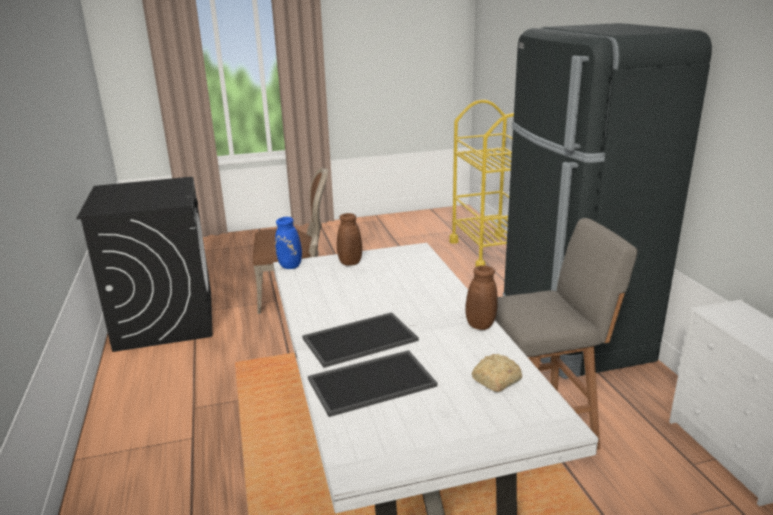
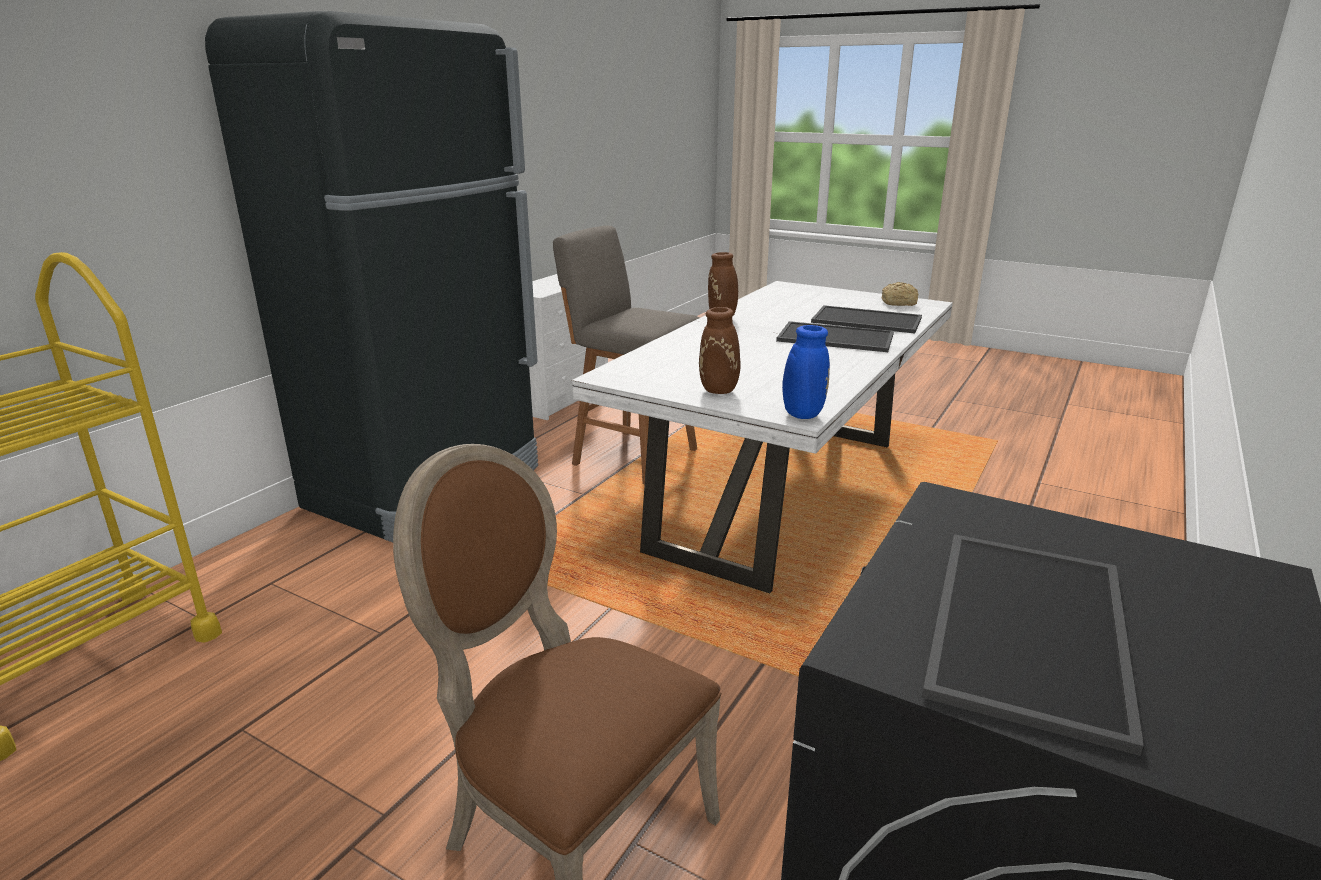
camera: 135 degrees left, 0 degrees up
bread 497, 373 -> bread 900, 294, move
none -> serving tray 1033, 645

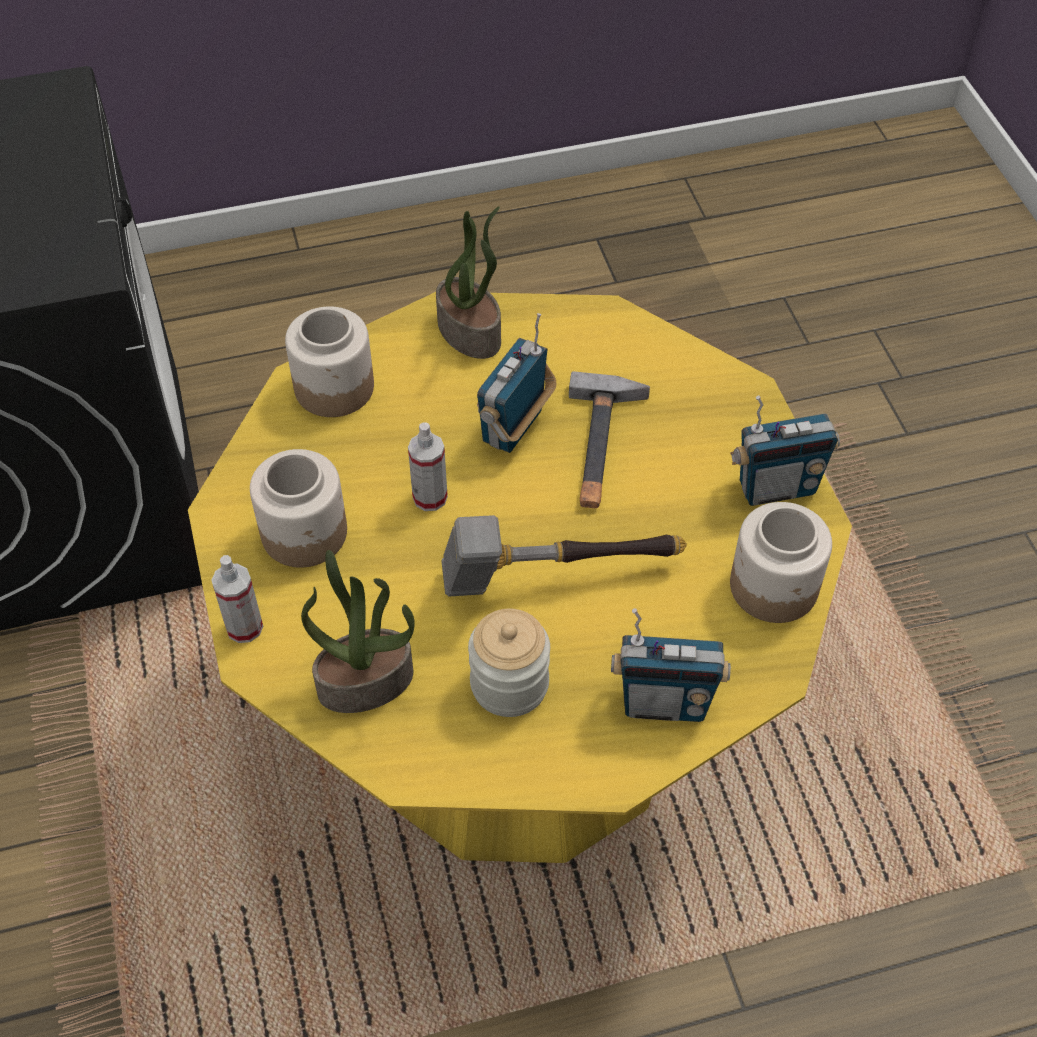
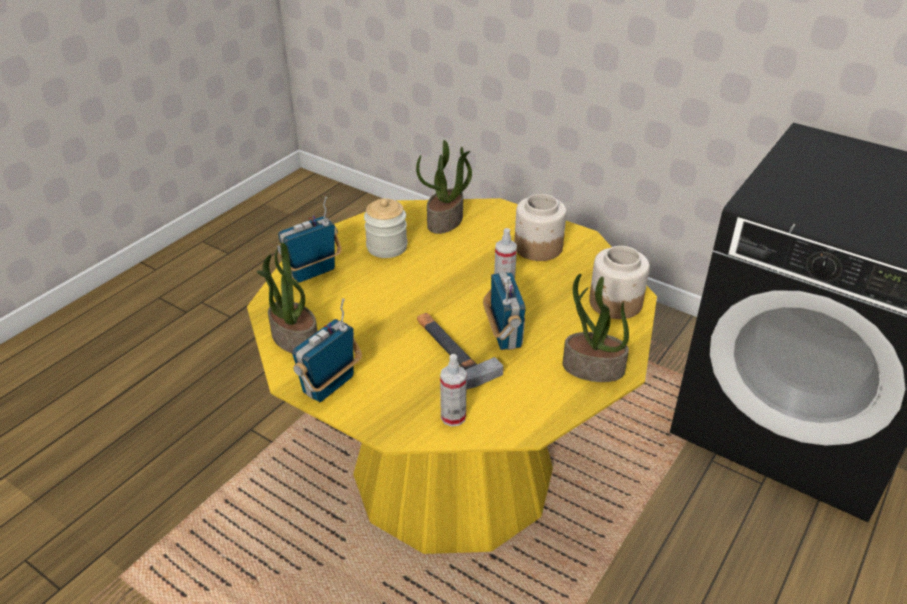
camera: 140 degrees right, 15 degrees down
hand sprayer 237, 599 -> hand sprayer 453, 390, move
hammer 564, 556 -> none
jar 781, 562 -> potted plant 287, 298

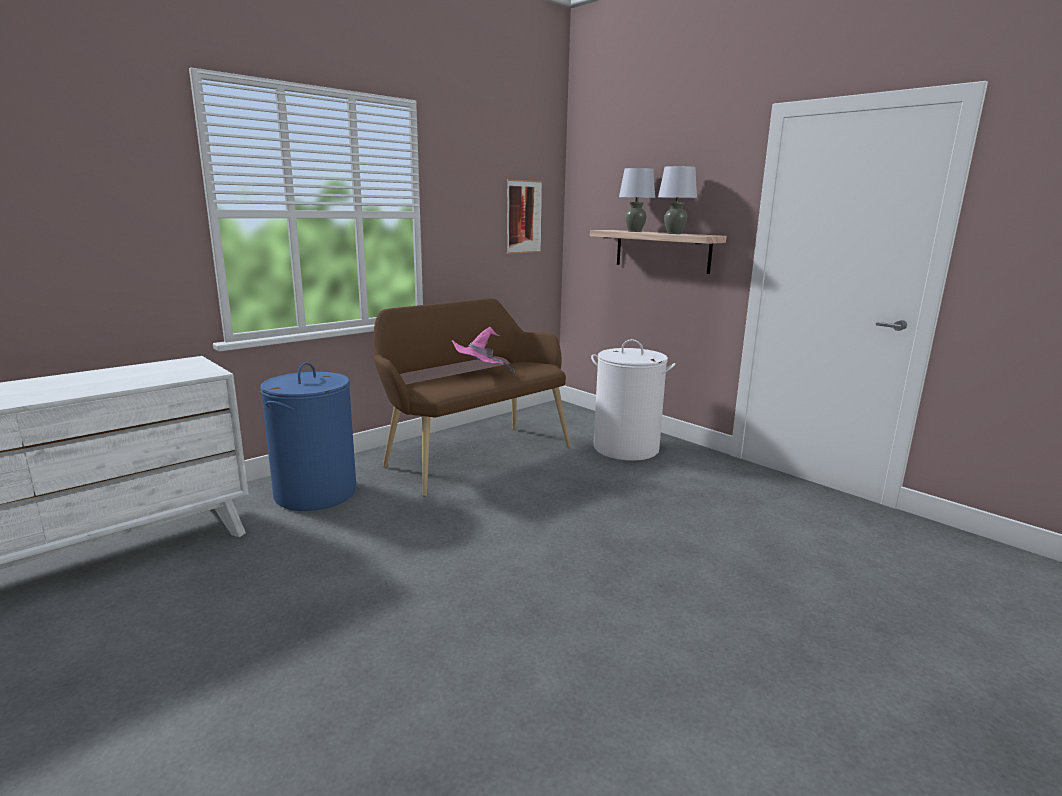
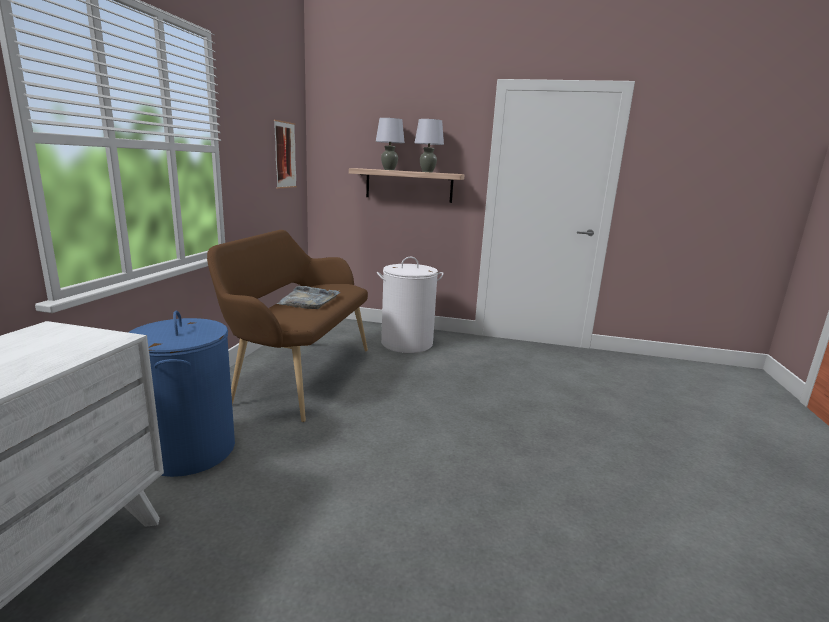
camera: 35 degrees left, 0 degrees up
wearable hat in pinkish 483, 350 -> serving tray in greyish 308, 297

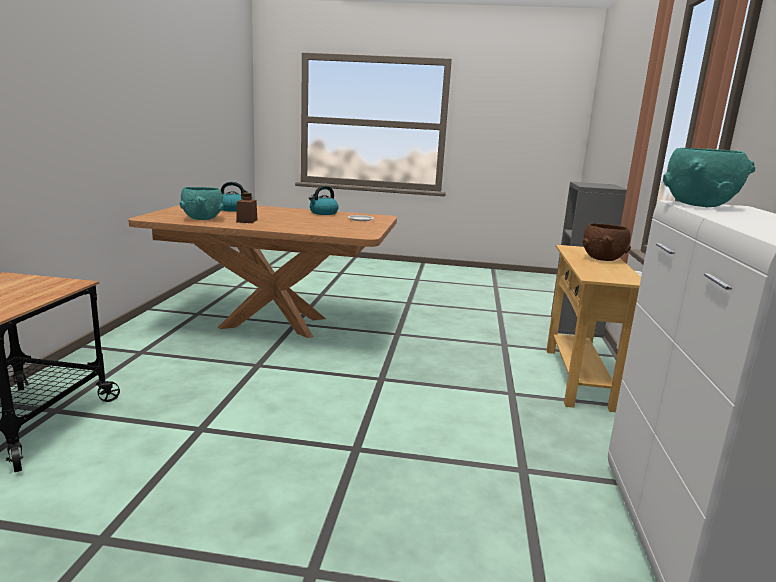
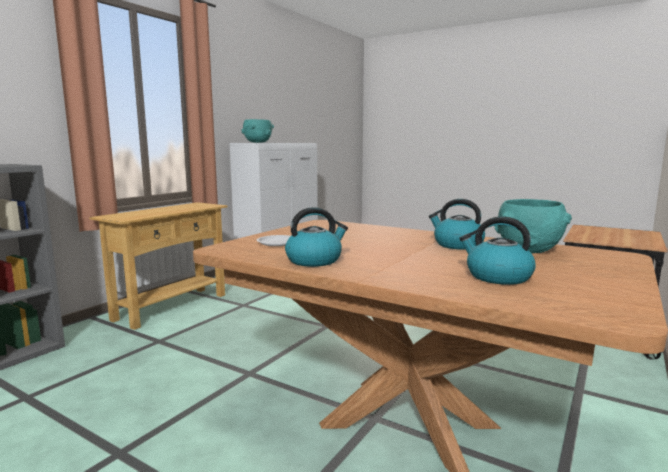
camera: 155 degrees left, 5 degrees down
jar in brown 246, 208 -> kettle 457, 224
deep dish in brown 606, 242 -> none

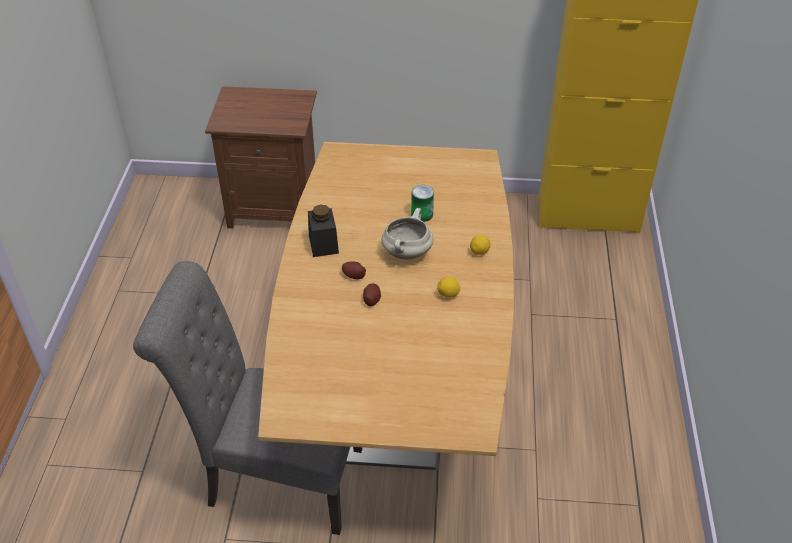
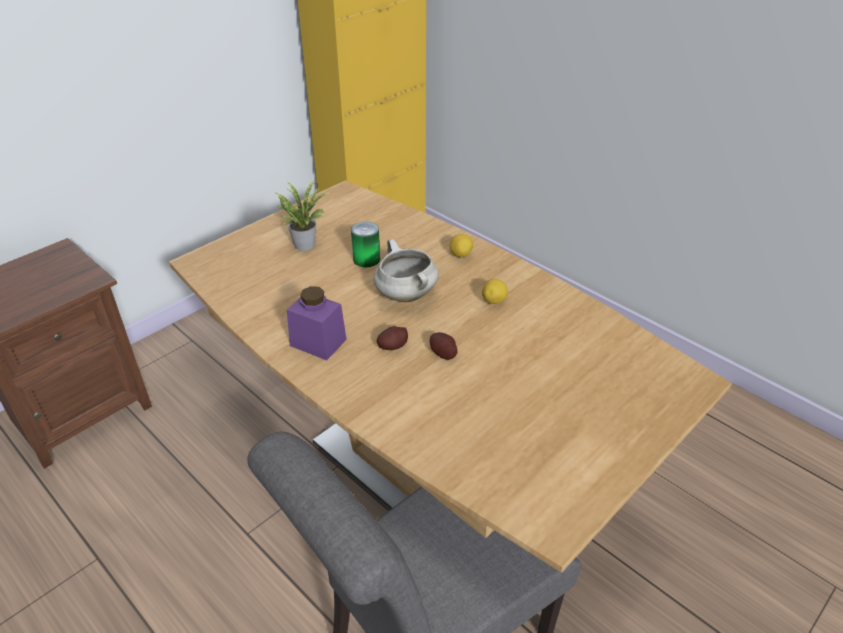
camera: 50 degrees left, 5 degrees down
jar in blackish 323, 230 -> jar in purple-coloured 317, 323
none -> potted plant 302, 215

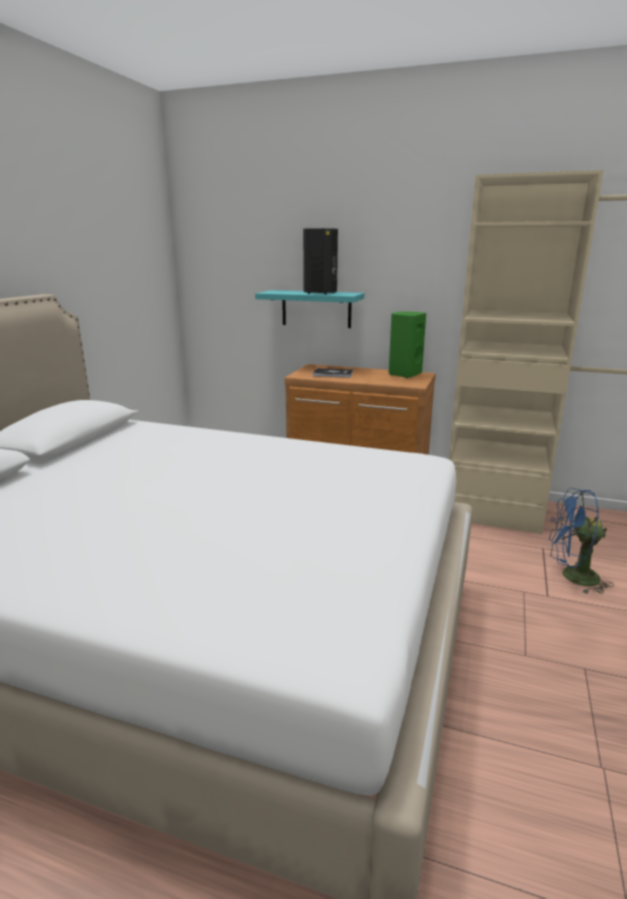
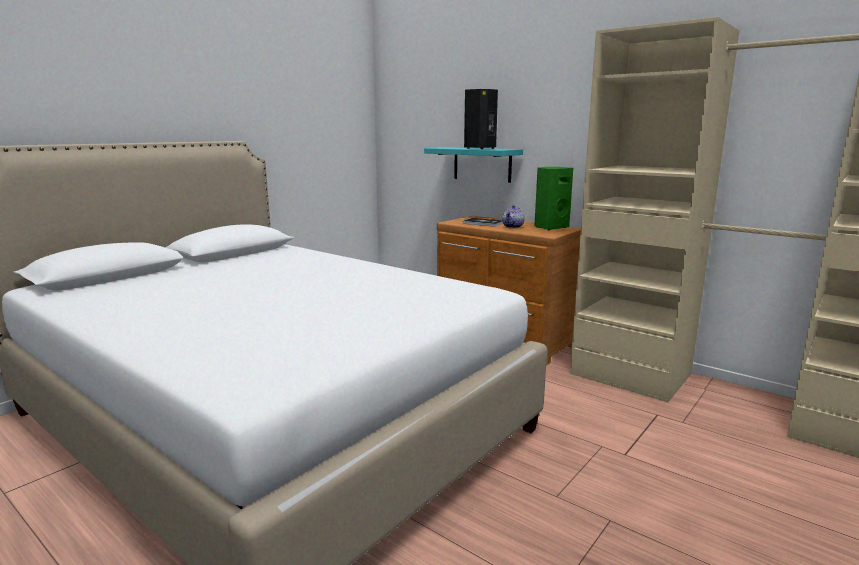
camera: 20 degrees right, 5 degrees down
fan in blue-coloured 581, 541 -> none
none -> pot for tea 513, 216

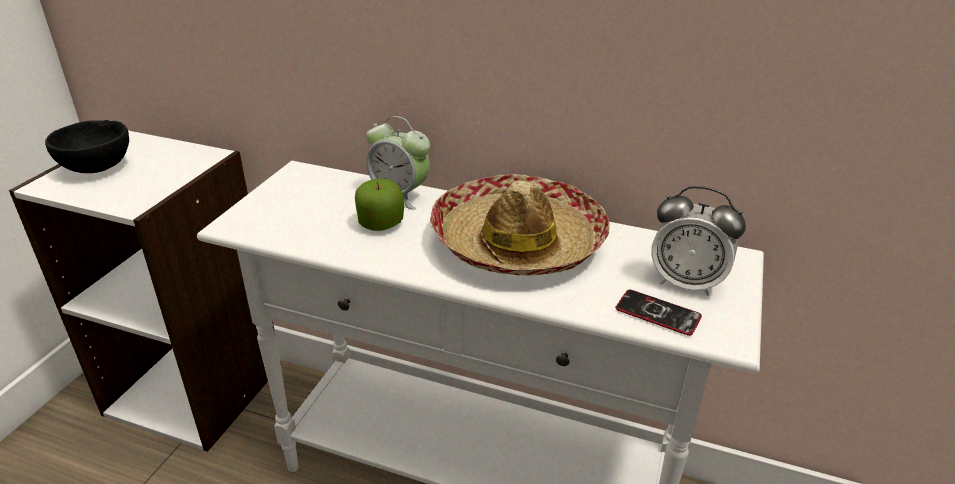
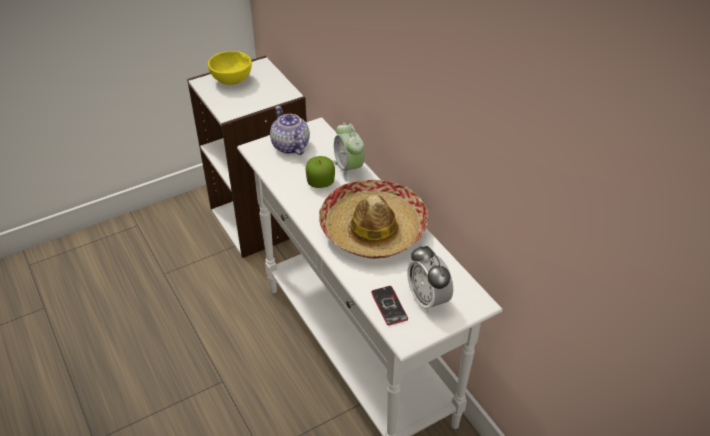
camera: 40 degrees right, 10 degrees up
deep dish in blackish 87, 146 -> deep dish in yellow-coloured 230, 68
none -> pot for tea 290, 130

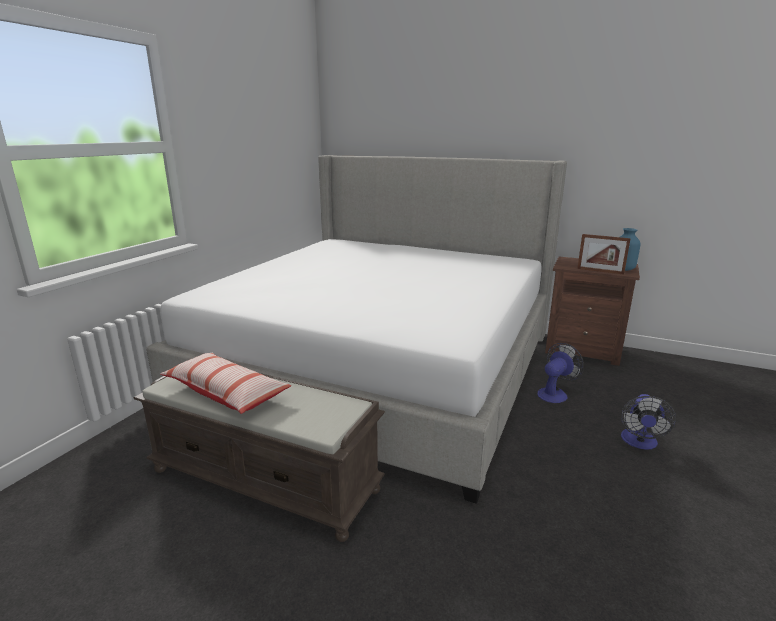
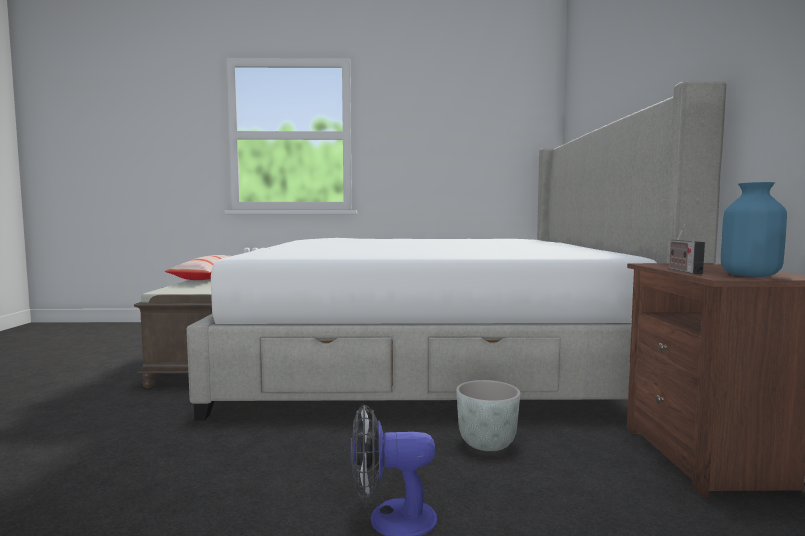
camera: 65 degrees right, 15 degrees down
fan 560, 373 -> flower pot in greyish 488, 415
standing frame 604, 254 -> radio receiver 687, 249

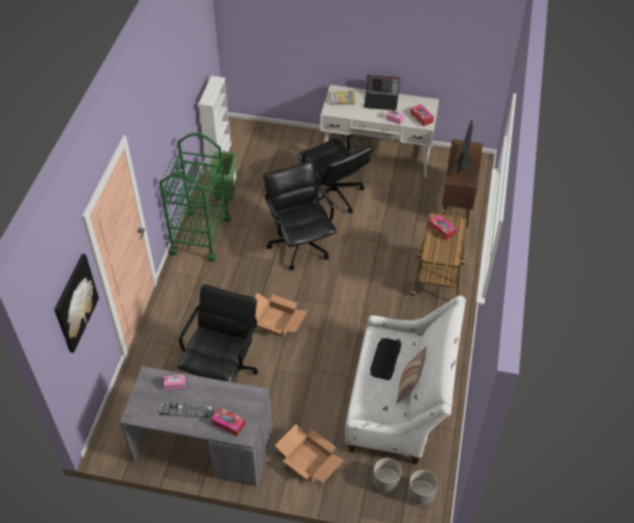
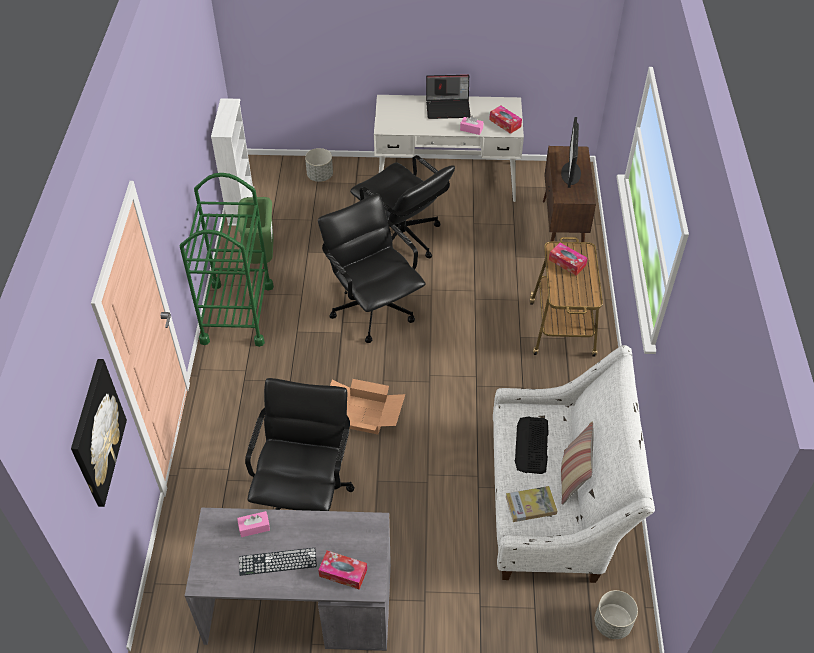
camera: 10 degrees left, 0 degrees up
carton 309, 453 -> none
book 342, 98 -> book 531, 504, move
flower pot in greyish 387, 475 -> flower pot in greyish 319, 165, move

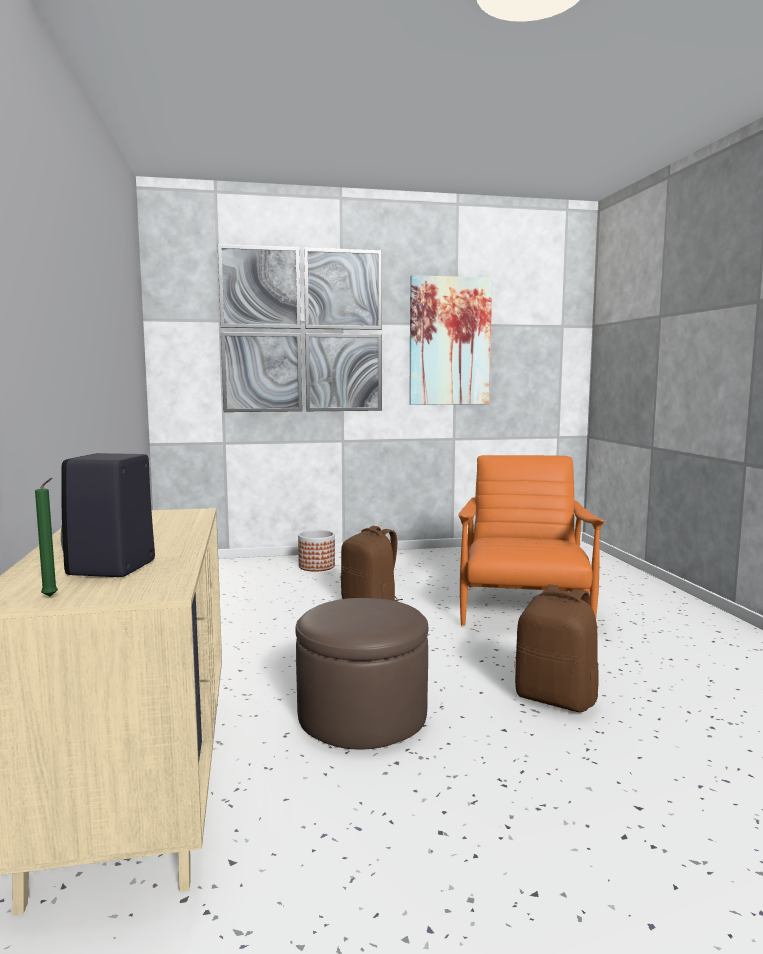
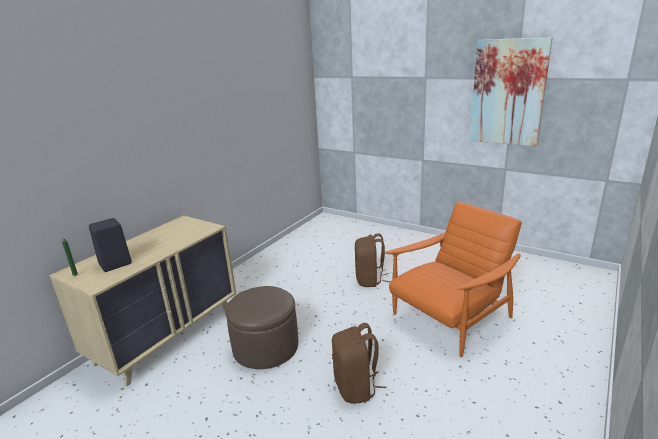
camera: 45 degrees right, 15 degrees up
picture 300, 328 -> none
flower pot 316, 551 -> none

